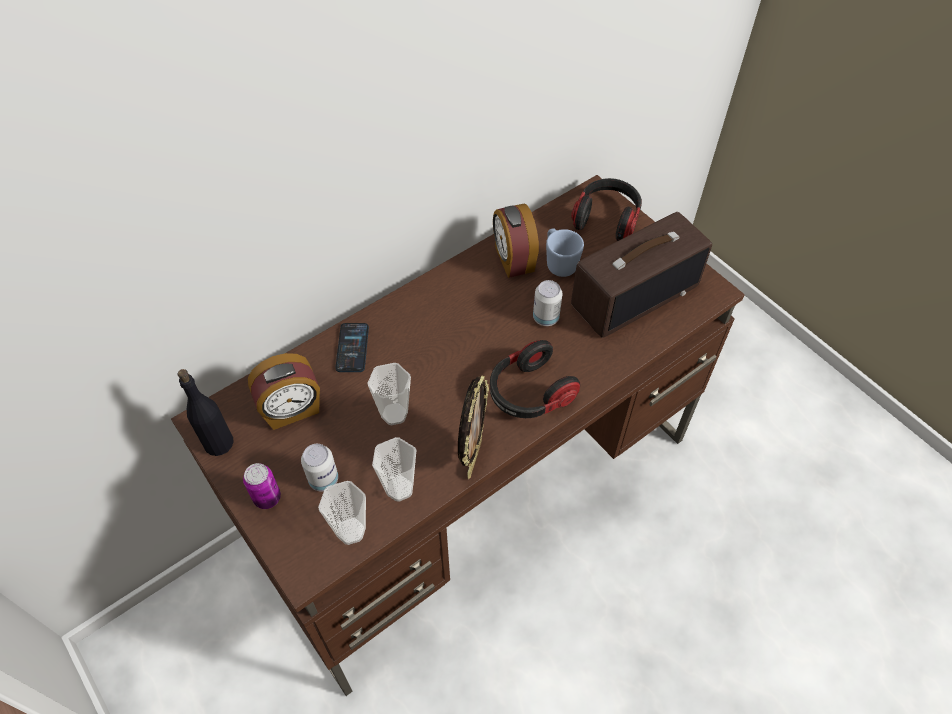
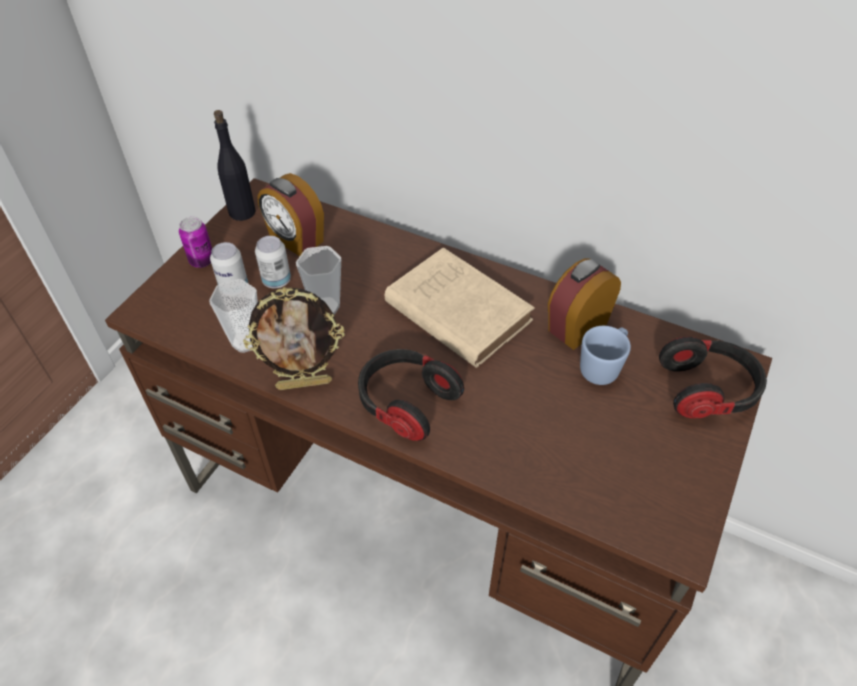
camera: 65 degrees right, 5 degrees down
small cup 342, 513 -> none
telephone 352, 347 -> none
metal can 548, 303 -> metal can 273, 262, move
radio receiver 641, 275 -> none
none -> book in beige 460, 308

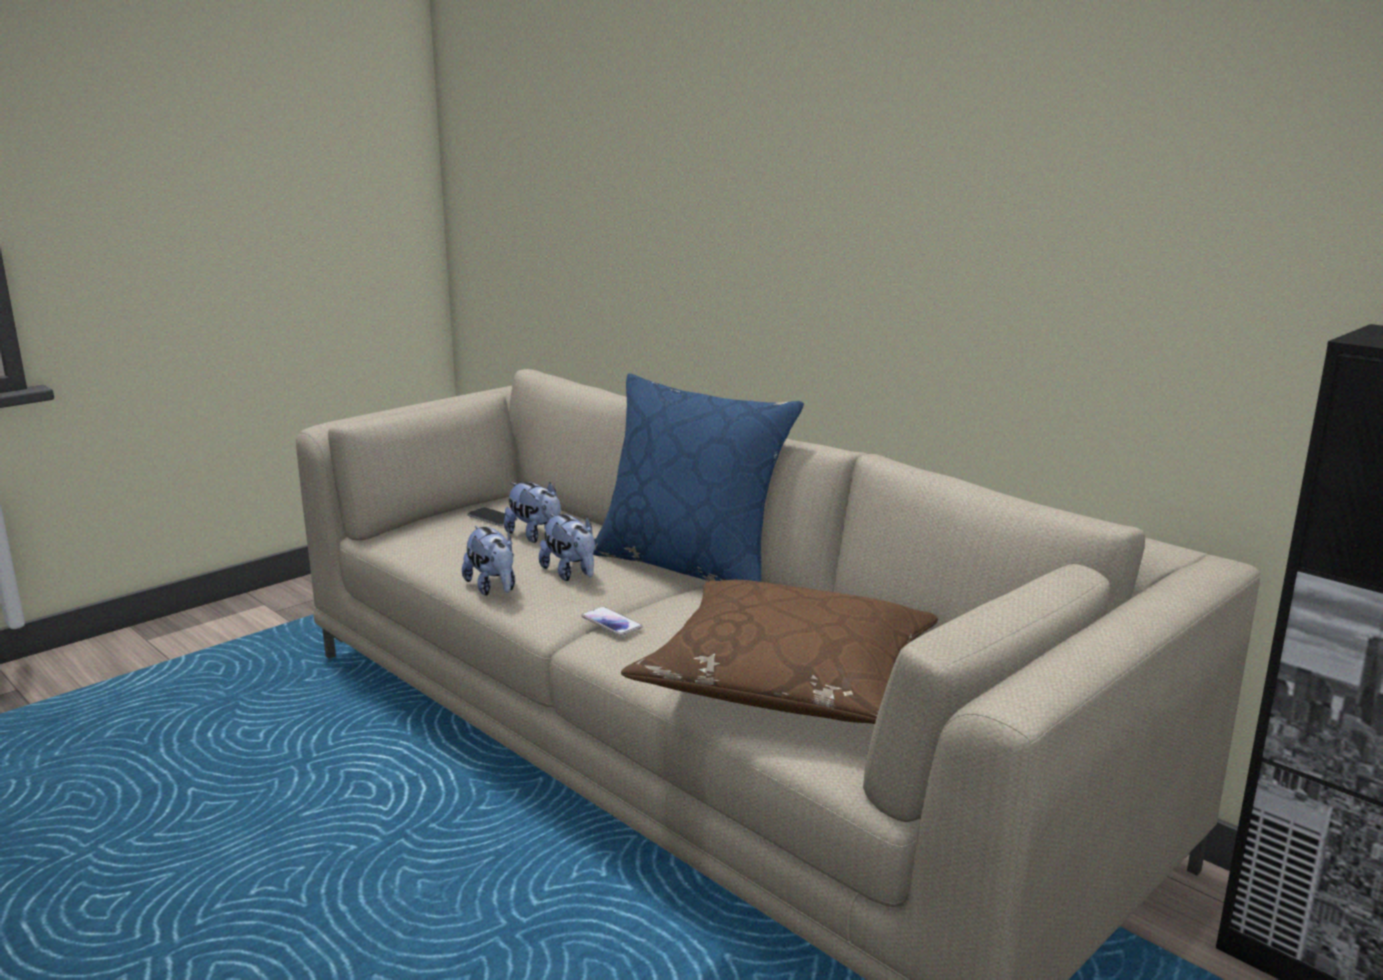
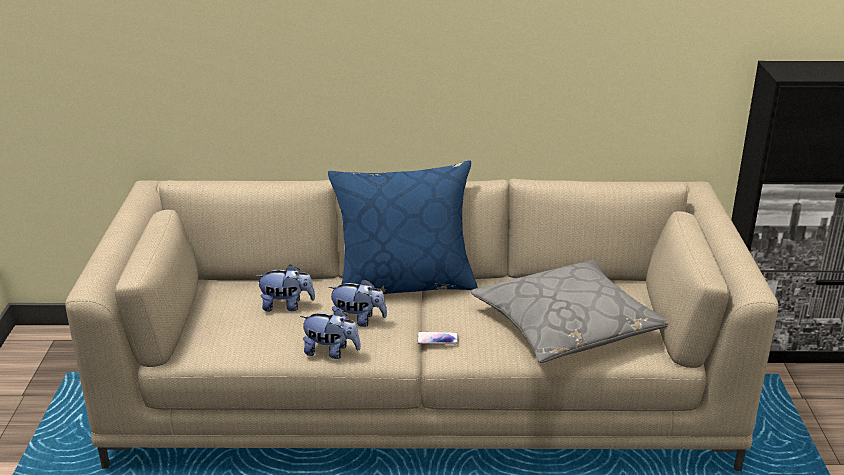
camera: 45 degrees left, 10 degrees up
telephone 492, 517 -> none
cushion in brown 779, 652 -> cushion in greyish 569, 311

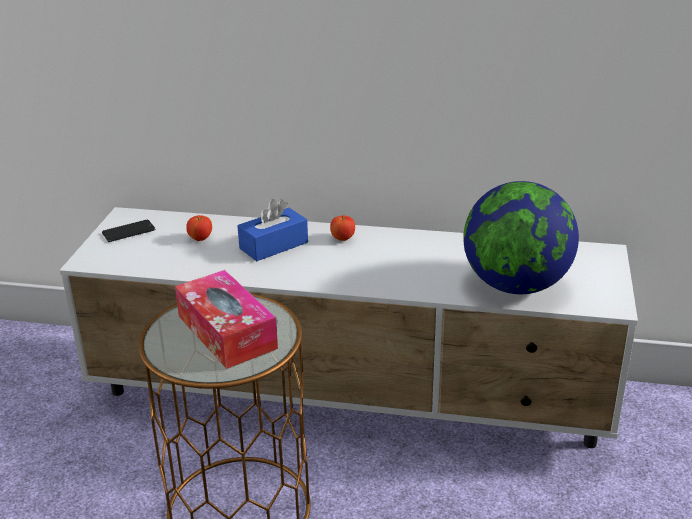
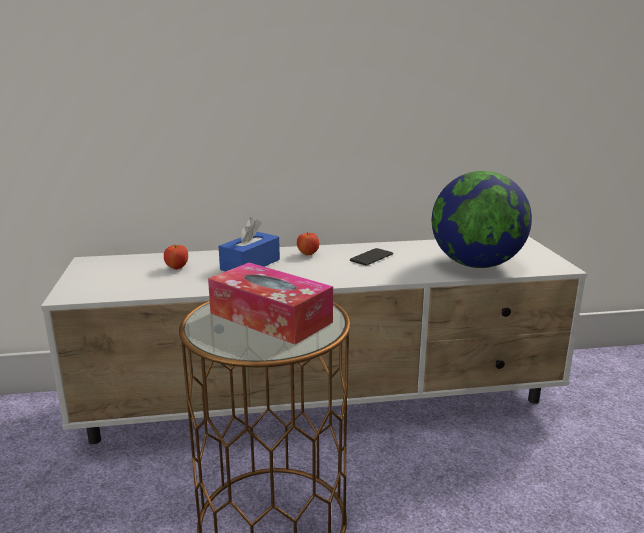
camera: 20 degrees left, 10 degrees down
telephone 129, 231 -> telephone 371, 257, move

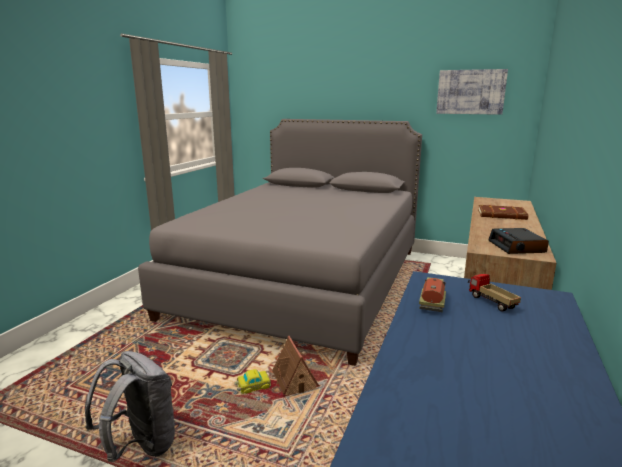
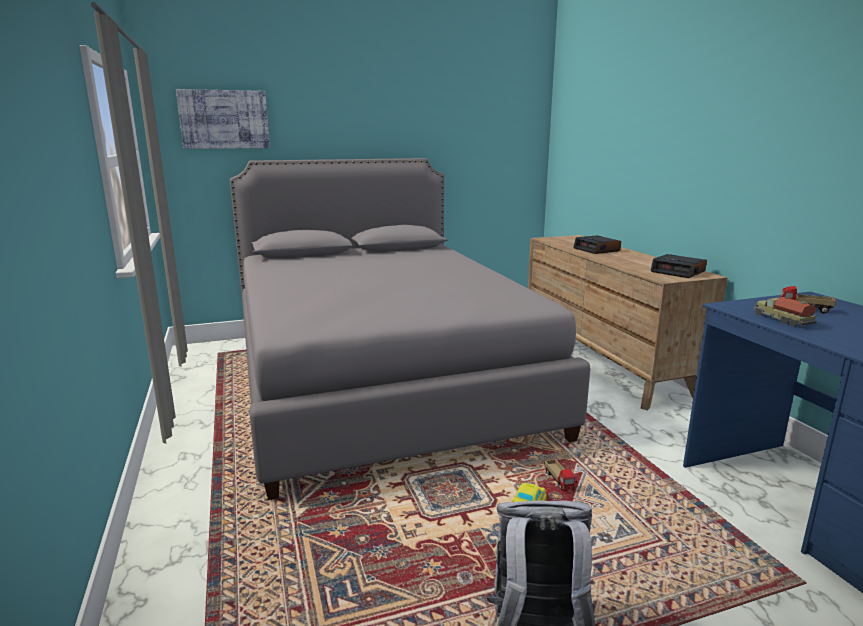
camera: 40 degrees left, 0 degrees up
miniature house 295, 366 -> model truck 560, 475
picture 472, 92 -> picture 223, 119, move
book in brown 503, 212 -> alarm clock 597, 244

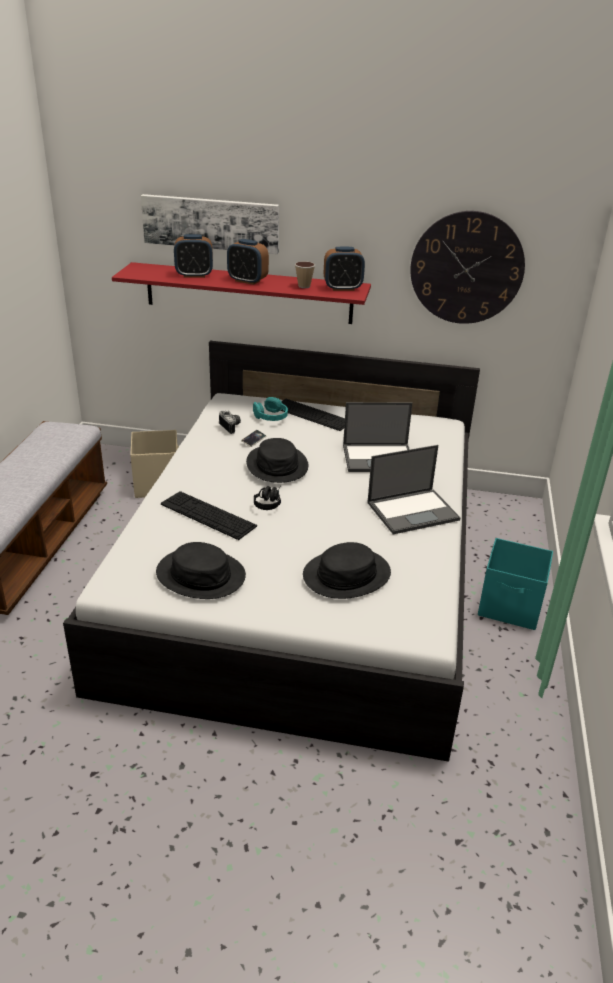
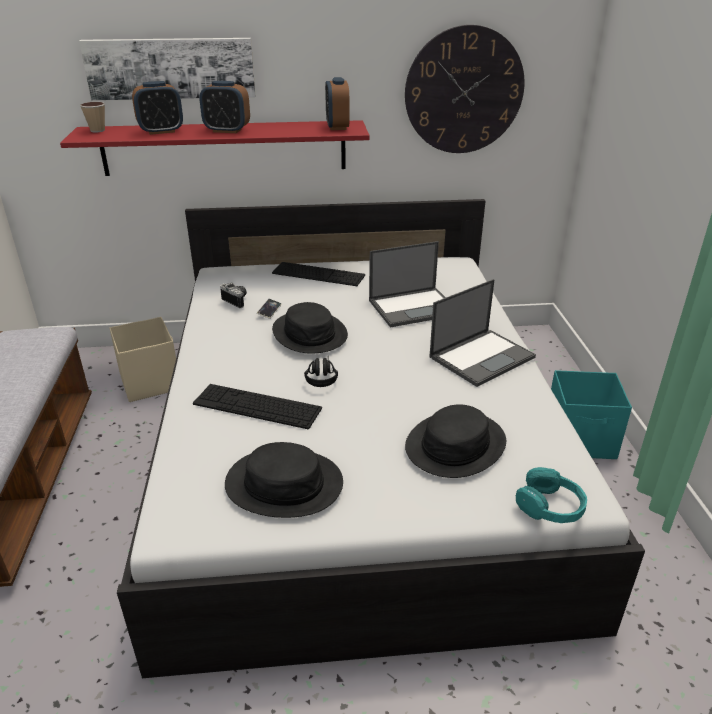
camera: 15 degrees left, 0 degrees up
headphones in blue-green 270, 409 -> headphones in blue-green 551, 495, move
small cup 305, 274 -> small cup 92, 117, move
alarm clock 344, 268 -> alarm clock 337, 103, 105 degrees clockwise

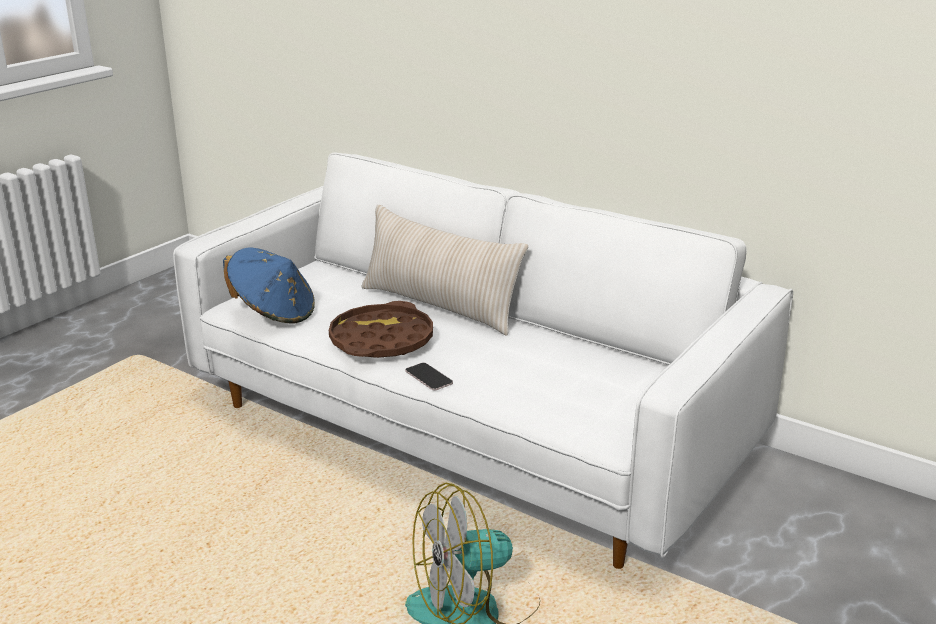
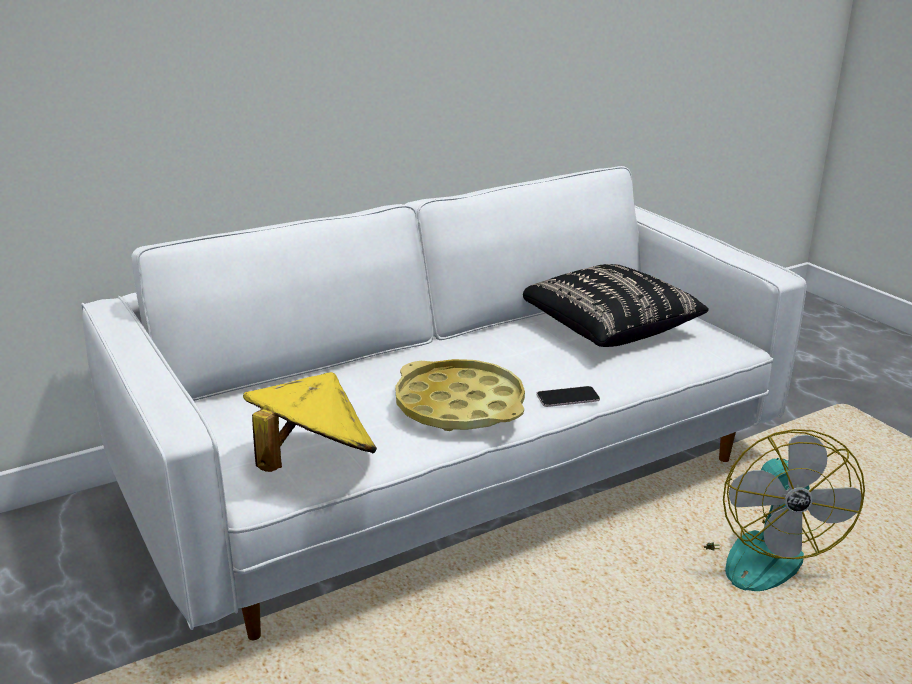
camera: 65 degrees left, 0 degrees up
wearable hat in blue-coloured 269, 285 -> wearable hat in yellow-coloured 310, 422
serving tray in brown 381, 329 -> serving tray in yellow-coloured 460, 395
cushion in beige 444, 270 -> none
none -> cushion in blackish 616, 305

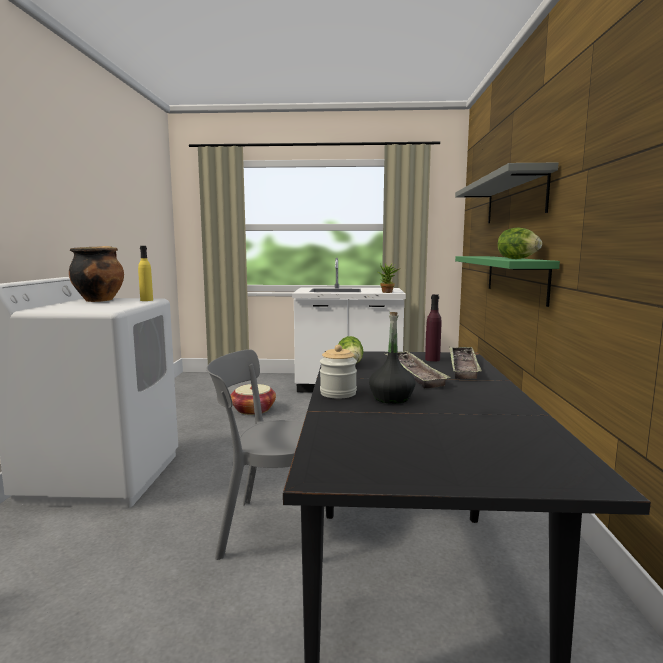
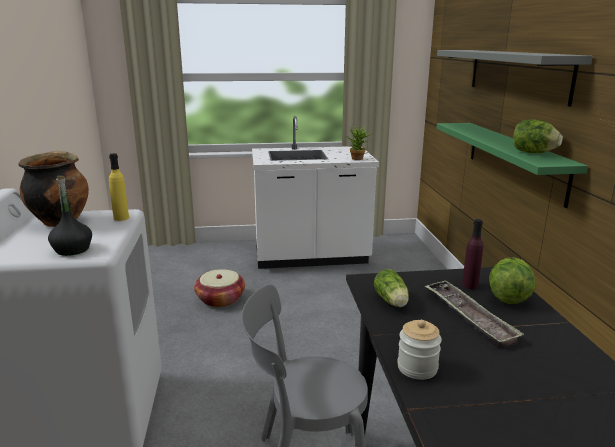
camera: 10 degrees left, 10 degrees up
beverage bottle in blackish 392, 358 -> beverage bottle in blackish 70, 216, move
serving tray 465, 363 -> head of lettuce 512, 281

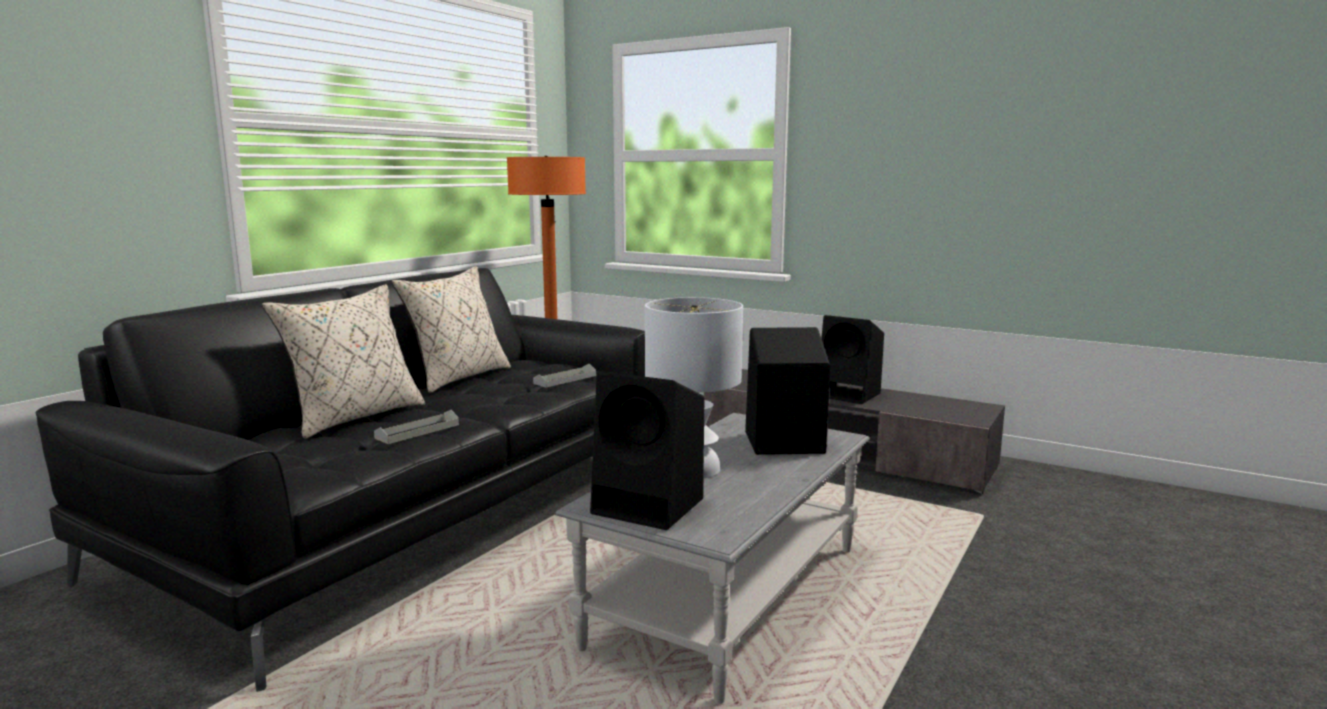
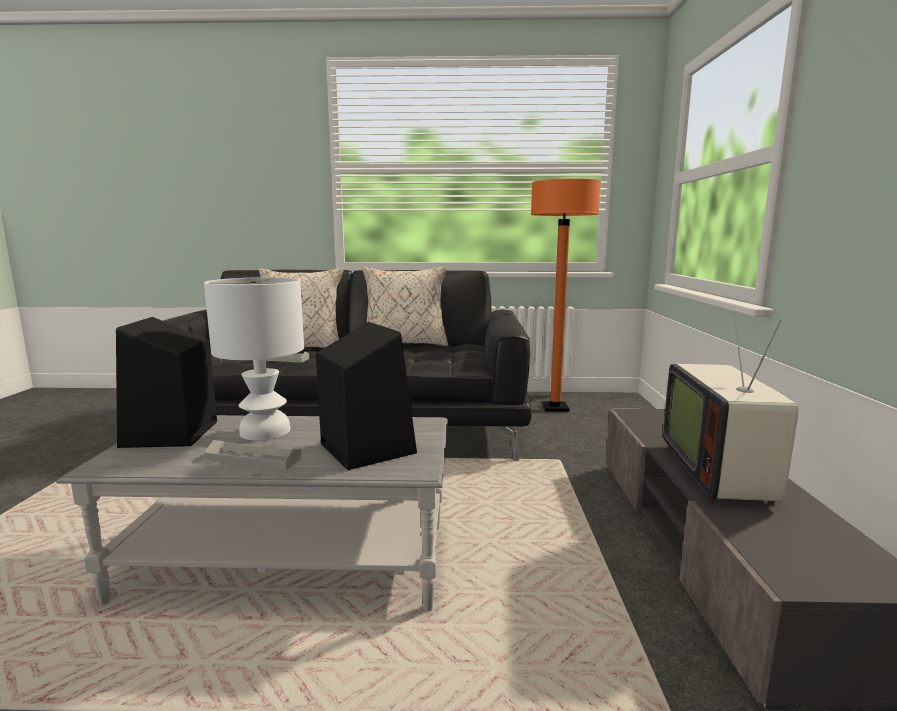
camera: 60 degrees right, 0 degrees up
serving tray in greyish 564, 376 -> serving tray in greyish 252, 455, move
loudspeaker in blackish 852, 359 -> TV 731, 409

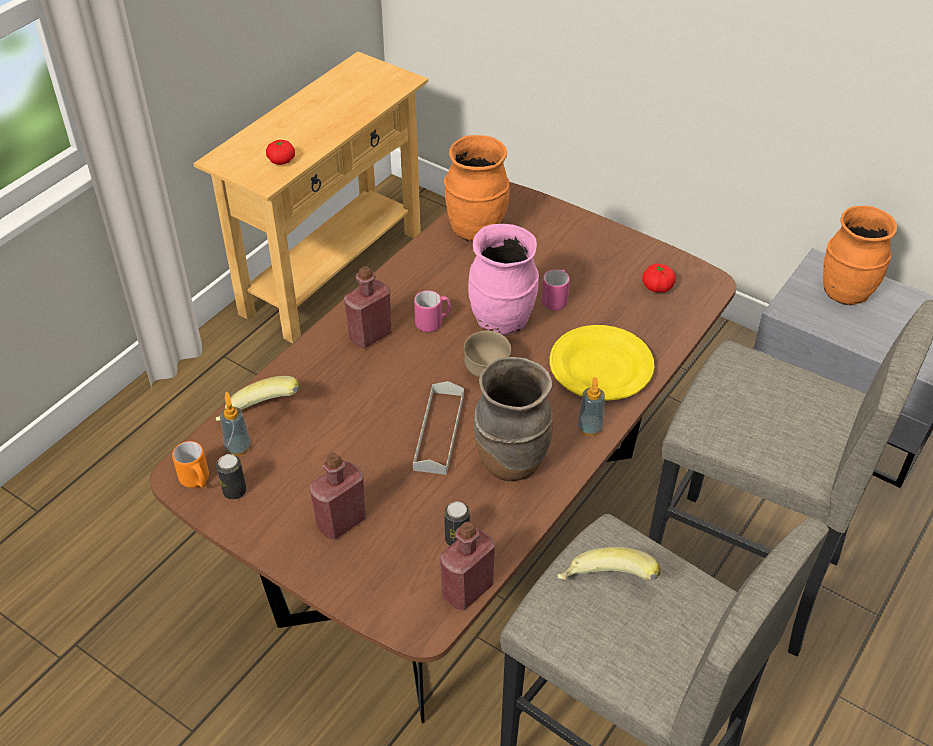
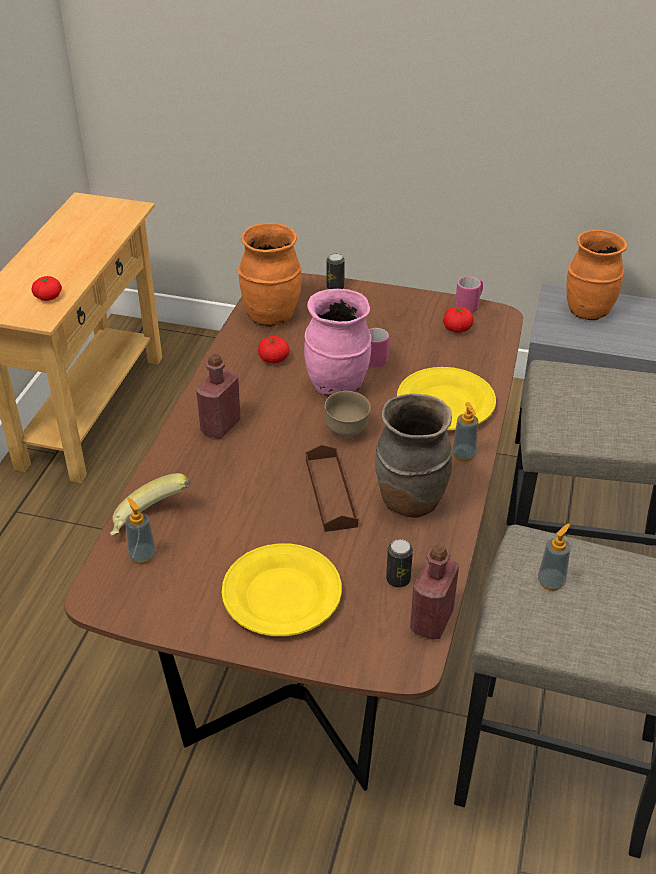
camera: 20 degrees left, 5 degrees down
coffee mug in orange-coloured 190, 464 -> none
metal can 231, 477 -> metal can 336, 271, move
beverage bottle in red-coloured 337, 496 -> dinner plate in yellow-coloured 282, 589
serving tray in greyish 438, 428 -> serving tray in brown 332, 488
coffee mug in pinkish 432, 311 -> coffee mug in pinkish 469, 294, move
banana fruit 609, 564 -> liquid soap bottle 554, 557
none -> tomato 274, 350

